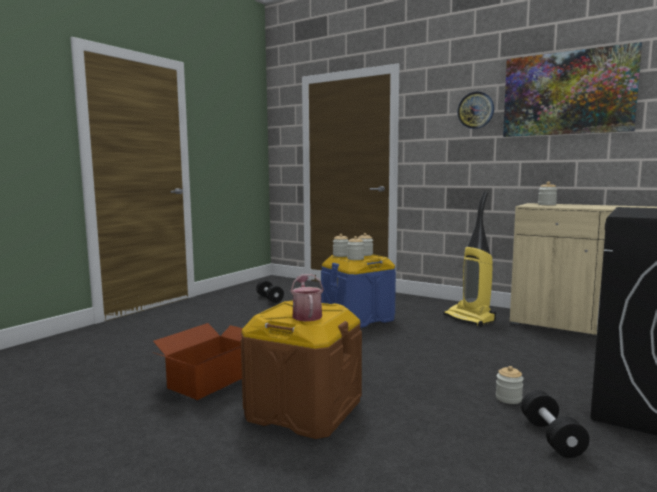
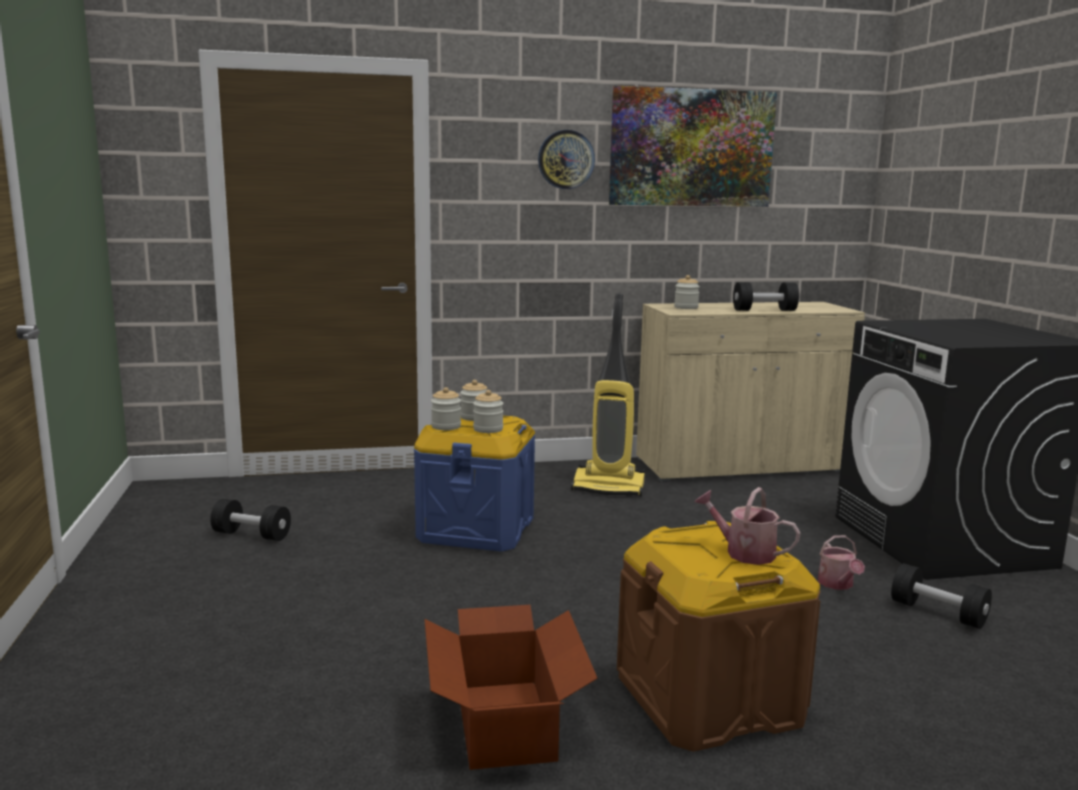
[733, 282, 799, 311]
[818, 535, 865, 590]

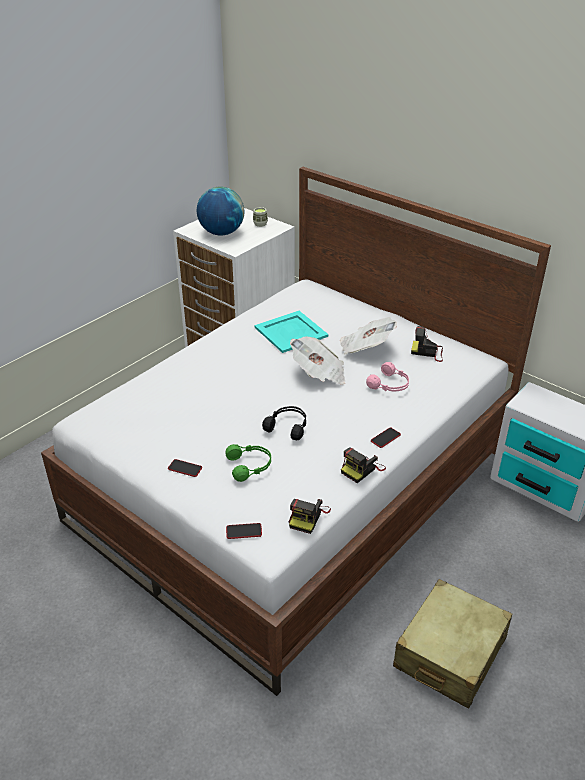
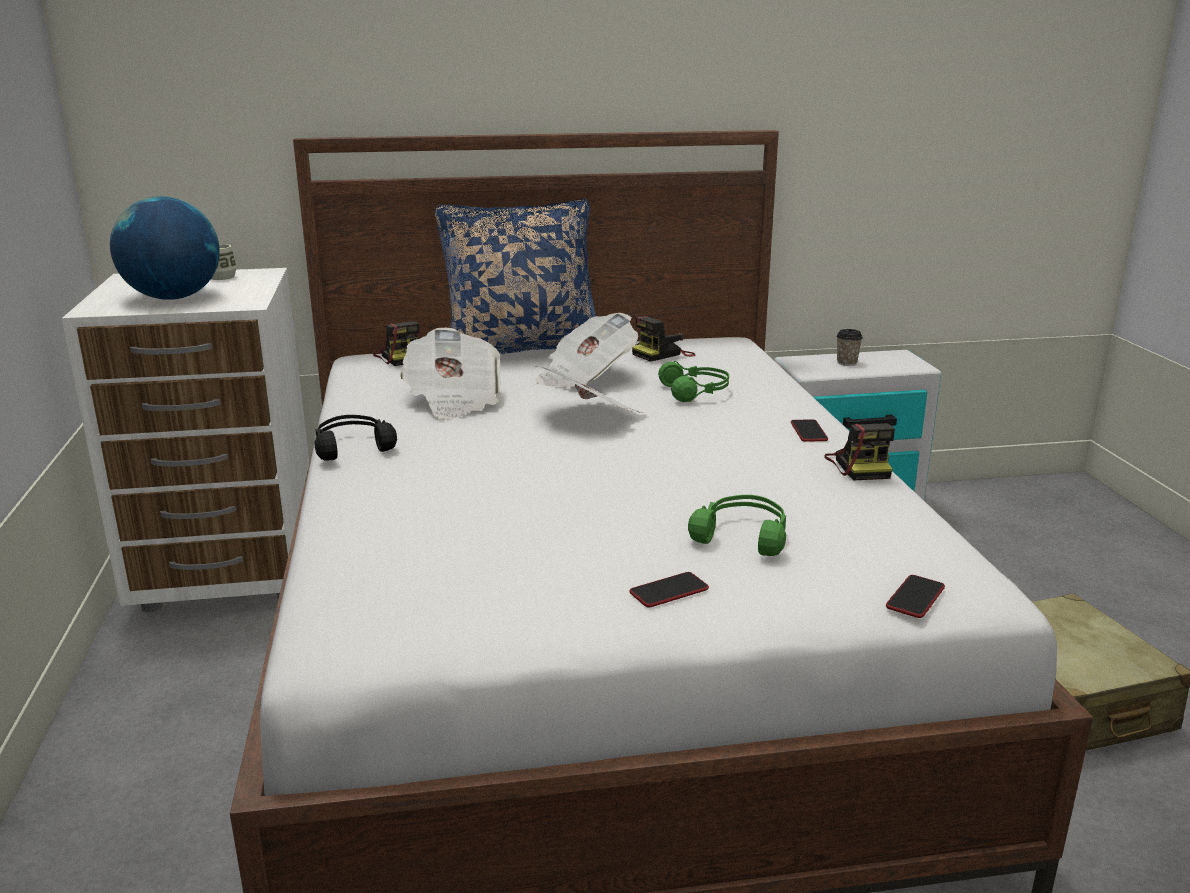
[434, 198, 596, 354]
[836, 329, 863, 366]
[314, 415, 397, 461]
[373, 321, 420, 366]
[400, 327, 501, 420]
[658, 361, 729, 402]

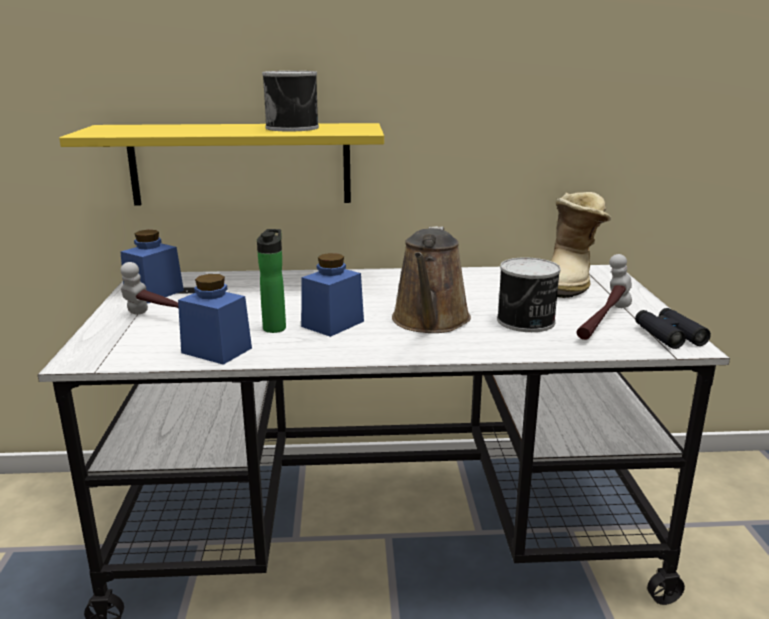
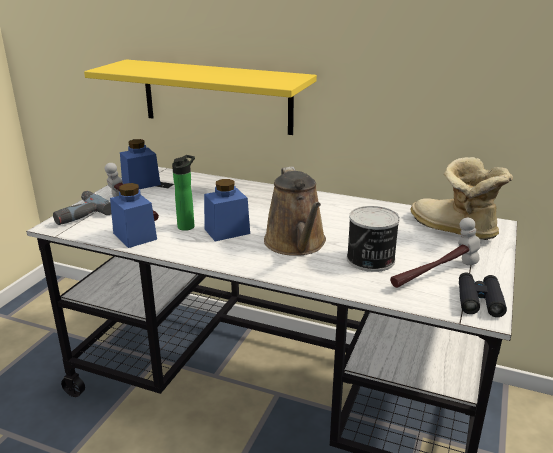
[262, 71, 319, 131] (first image)
[53, 191, 111, 225]
[264, 166, 326, 256]
[411, 157, 513, 240]

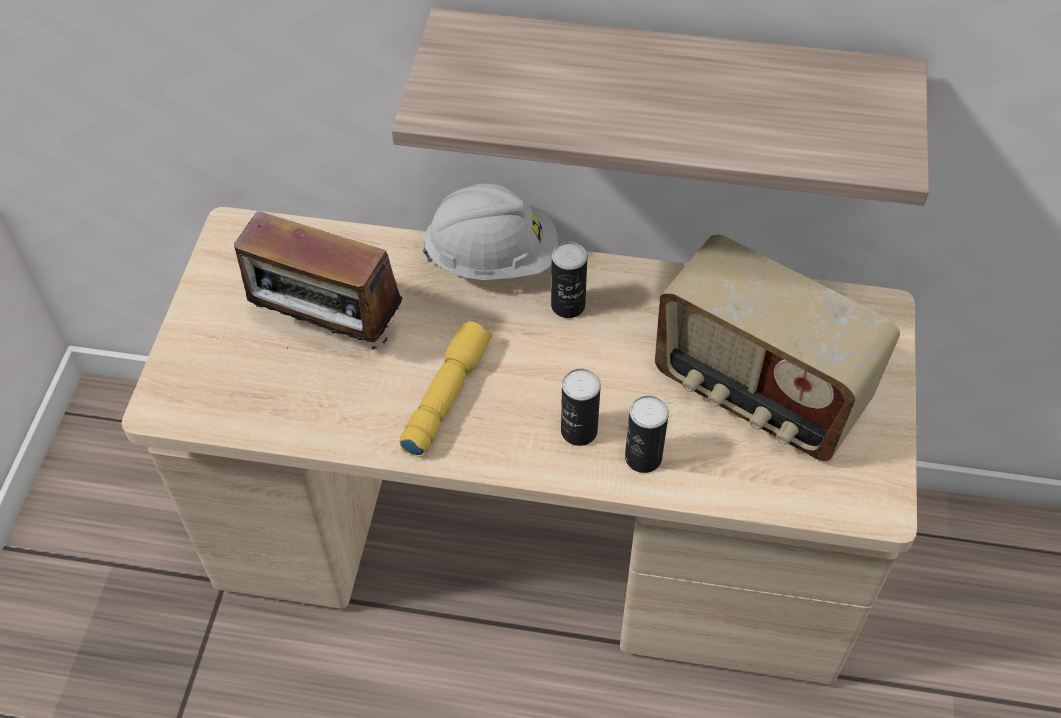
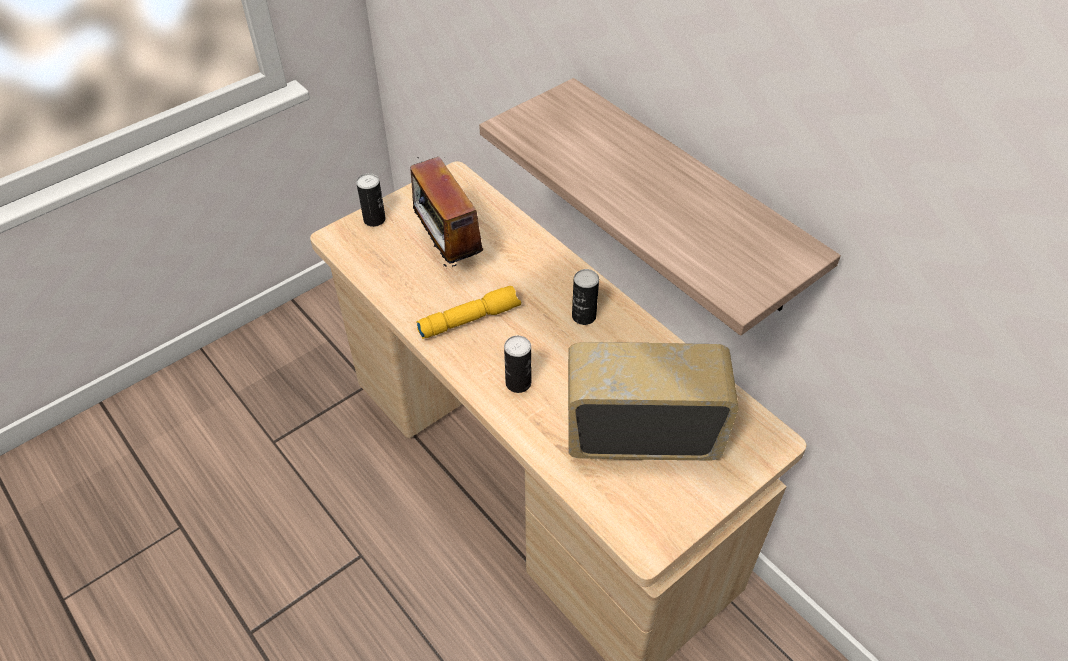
[423, 183, 558, 280] (first image)
[356, 173, 386, 227]
[568, 342, 739, 461]

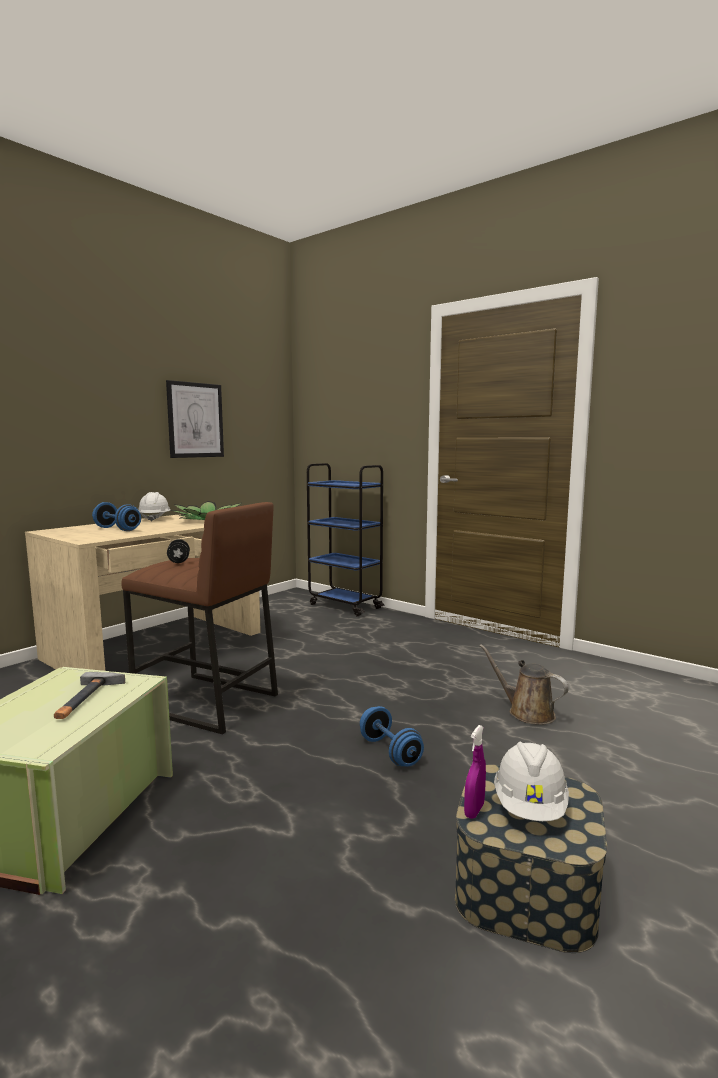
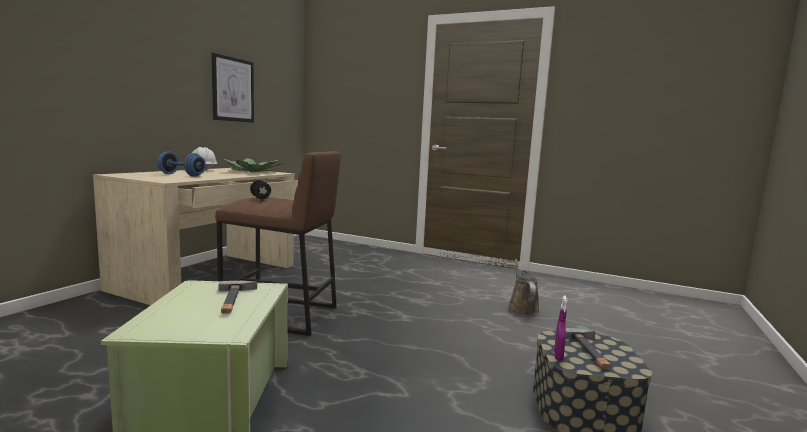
[307, 463, 384, 617] (first image)
[360, 706, 424, 766] (first image)
[566, 328, 611, 369]
[507, 259, 540, 316]

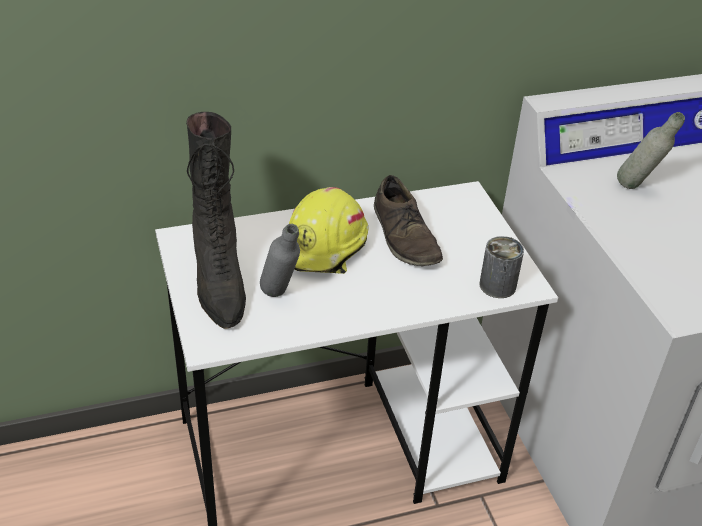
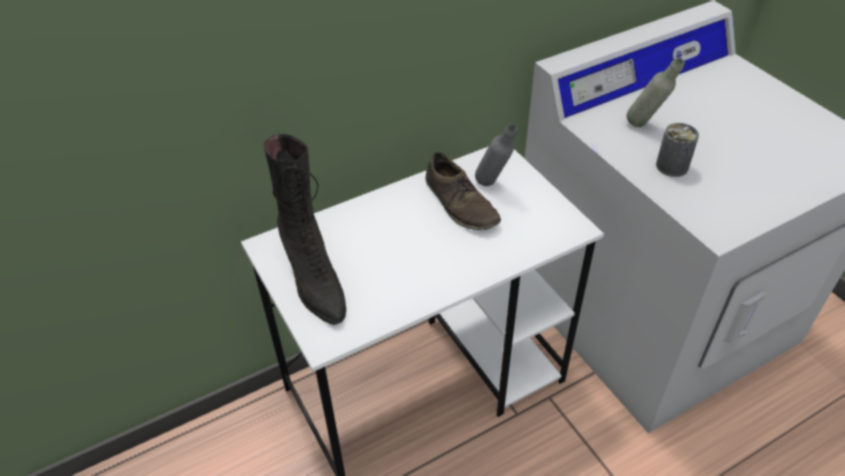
[289, 187, 368, 274] (first image)
[475, 124, 517, 186]
[656, 123, 699, 177]

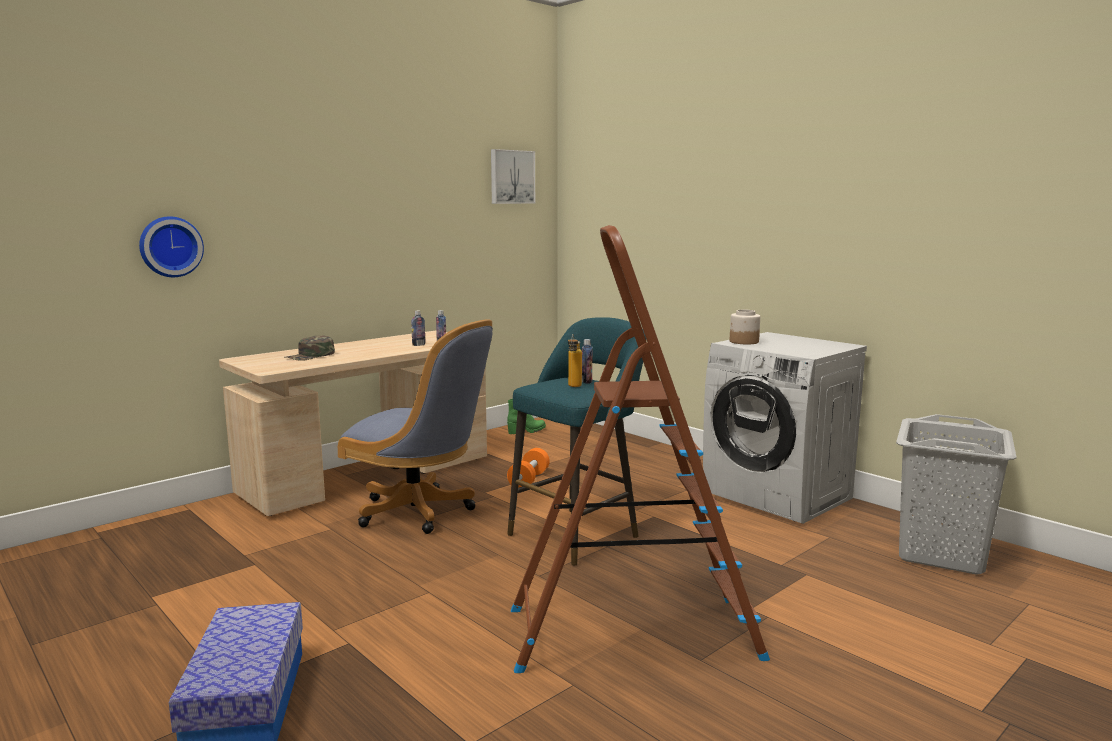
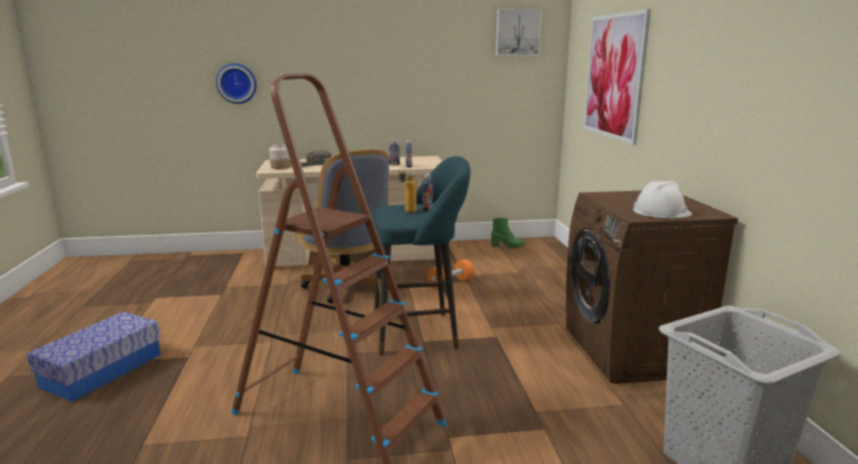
[583, 9, 651, 145]
[633, 181, 692, 218]
[269, 144, 292, 169]
[566, 191, 738, 384]

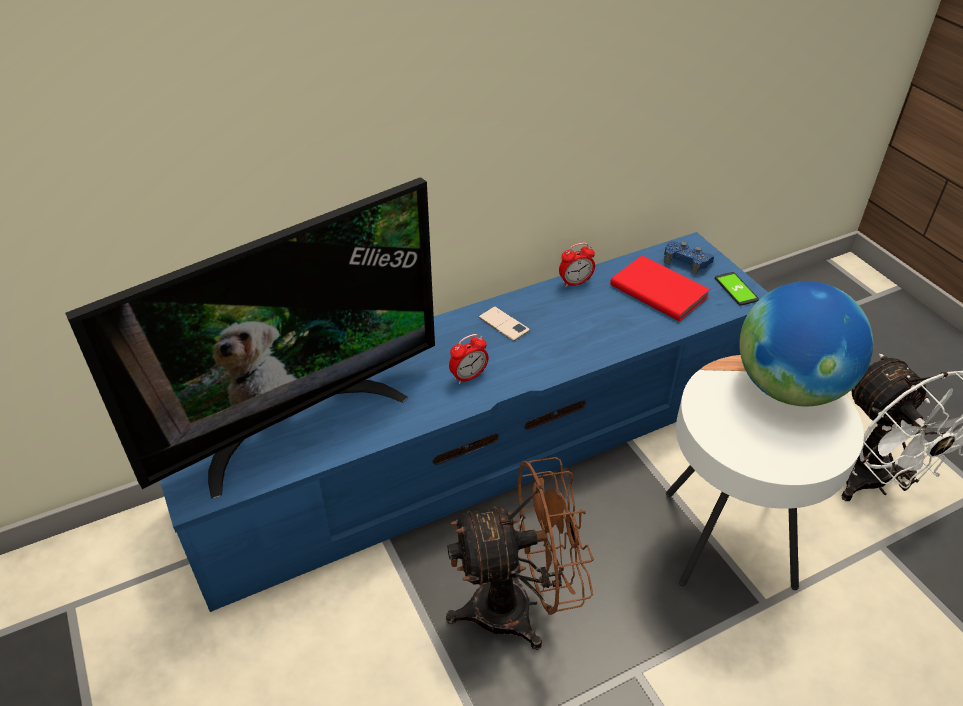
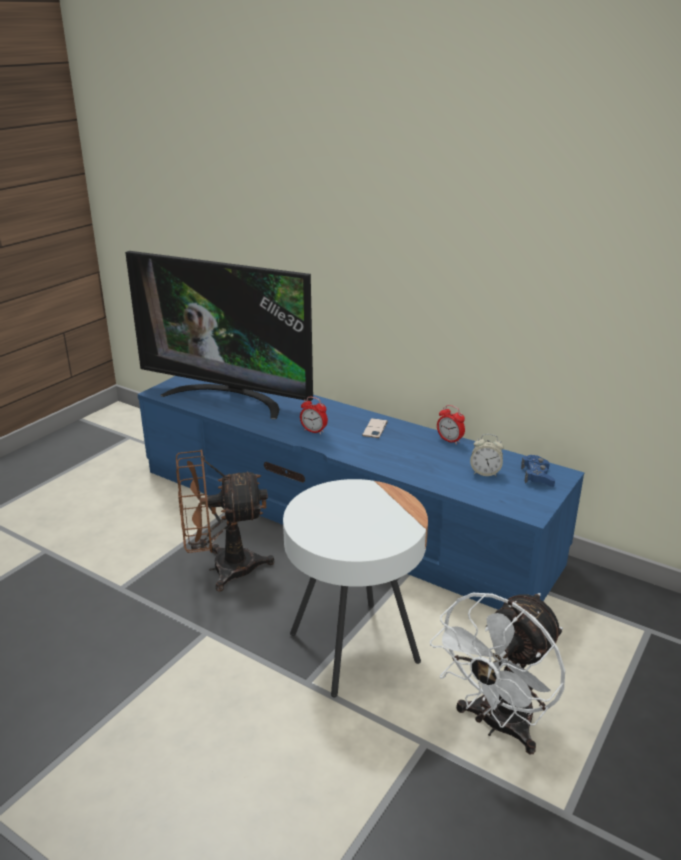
[715, 272, 759, 306] (first image)
[739, 281, 873, 406] (first image)
[470, 434, 504, 477]
[176, 450, 275, 592]

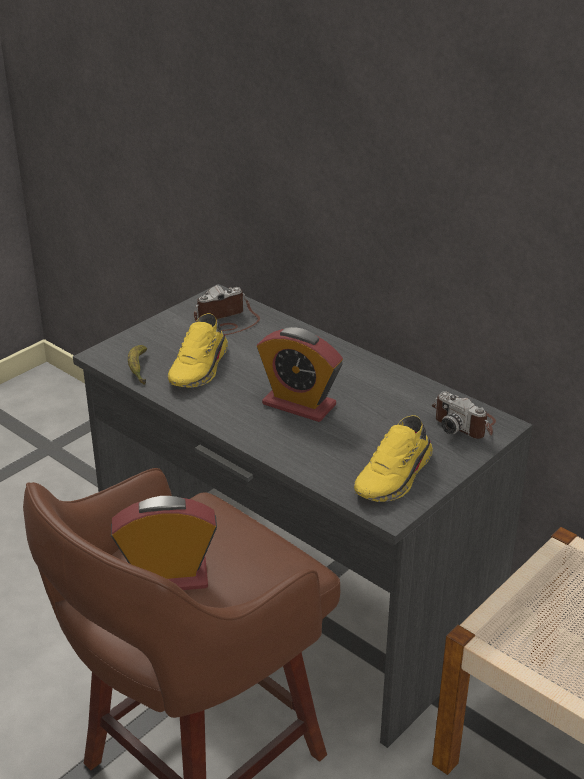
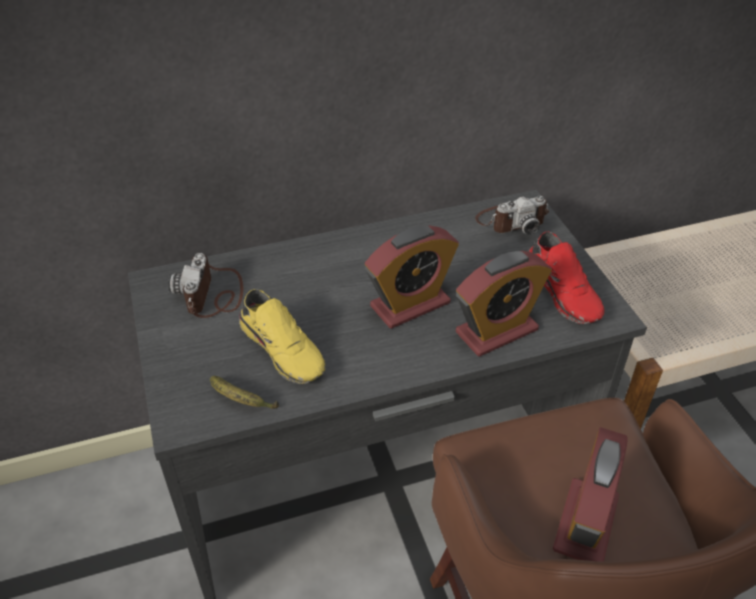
[456, 251, 552, 357]
[527, 232, 605, 324]

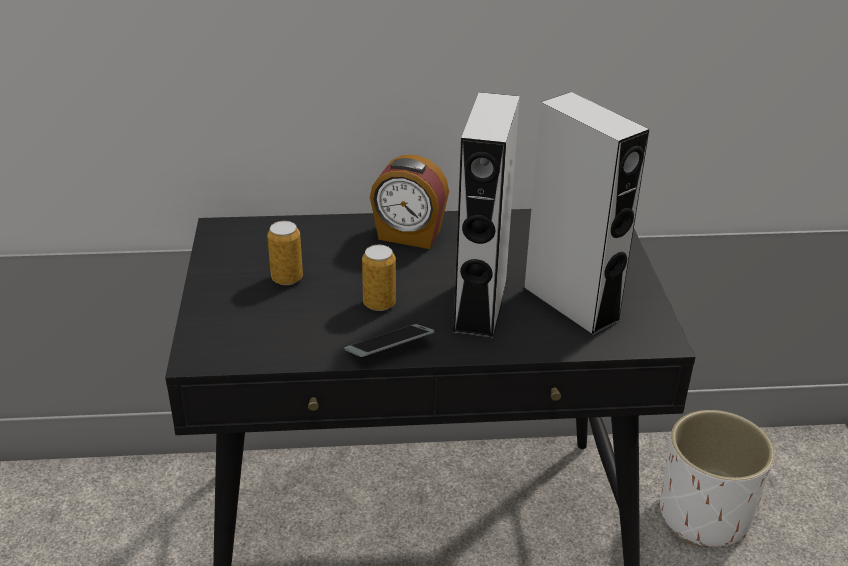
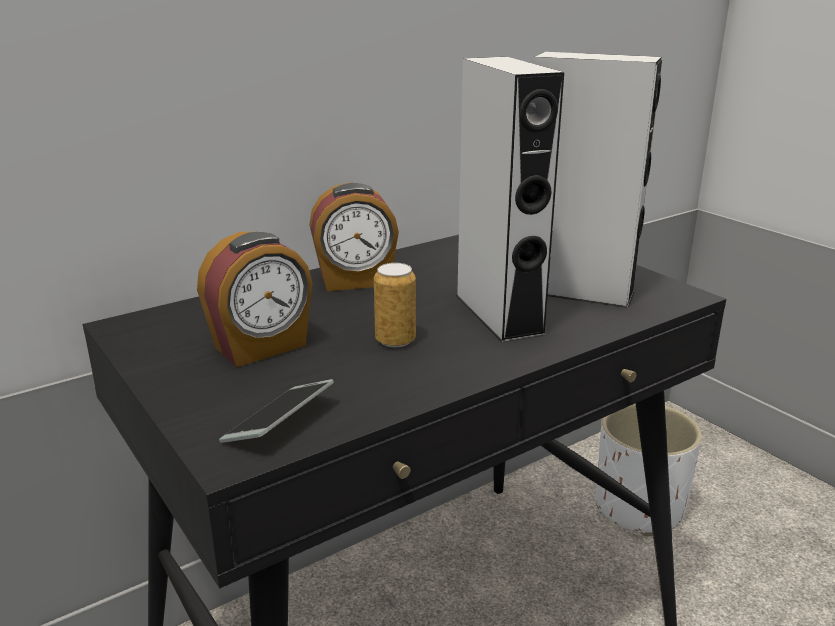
[219, 379, 334, 443]
[197, 232, 313, 367]

